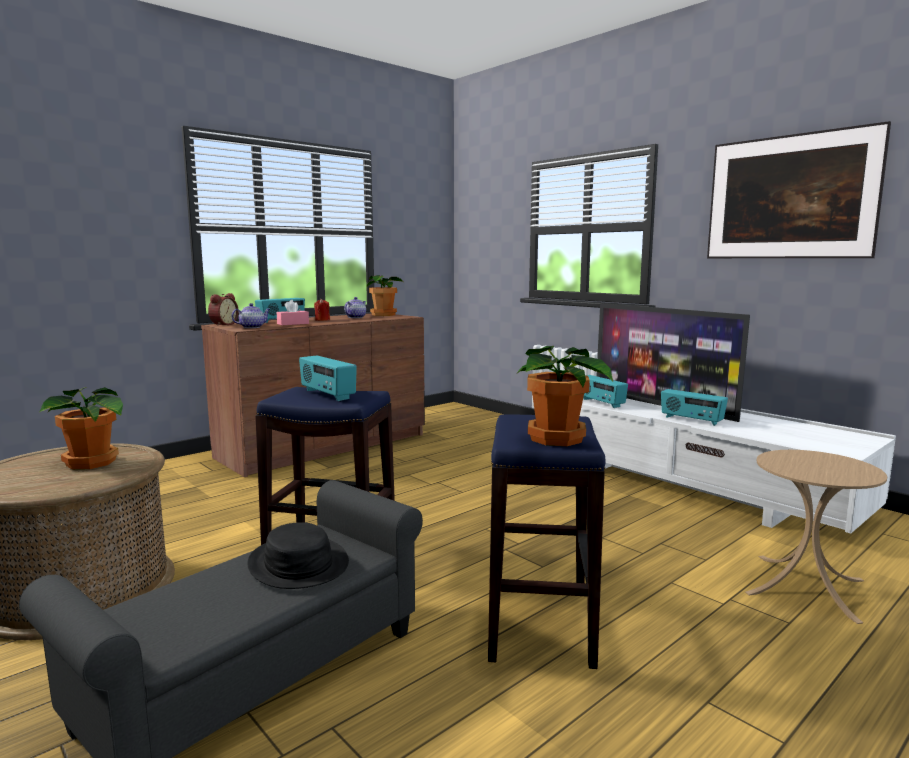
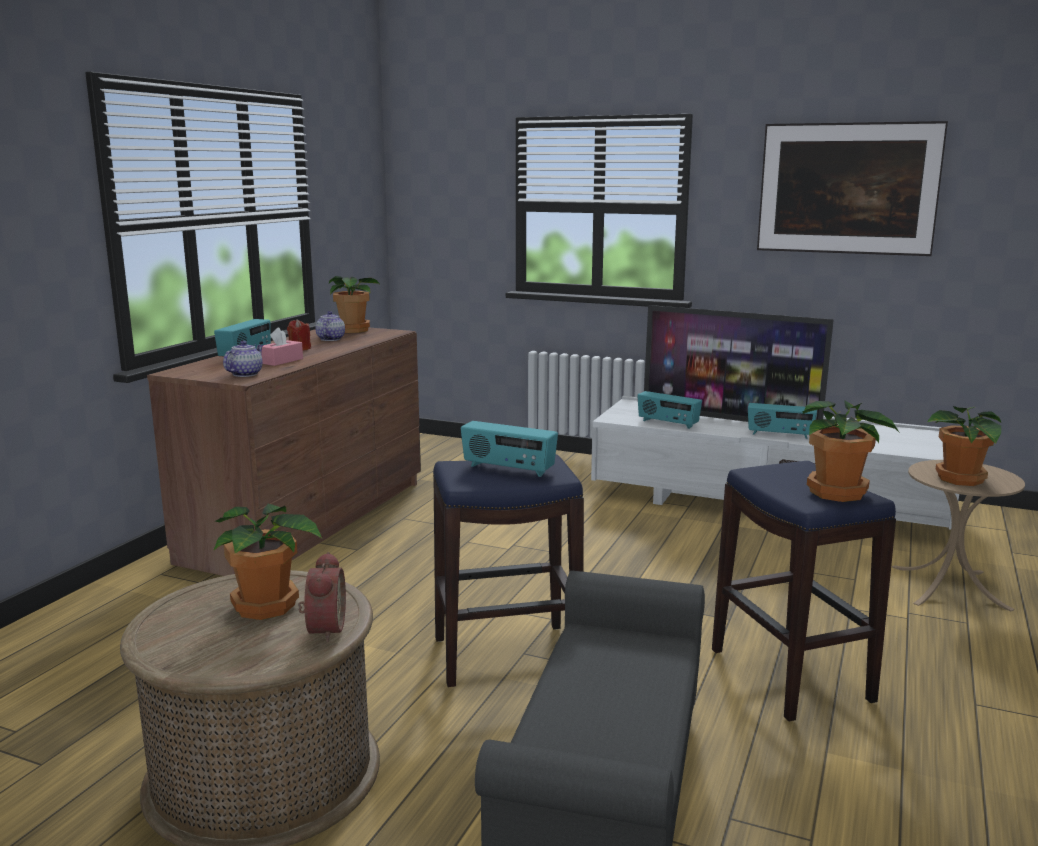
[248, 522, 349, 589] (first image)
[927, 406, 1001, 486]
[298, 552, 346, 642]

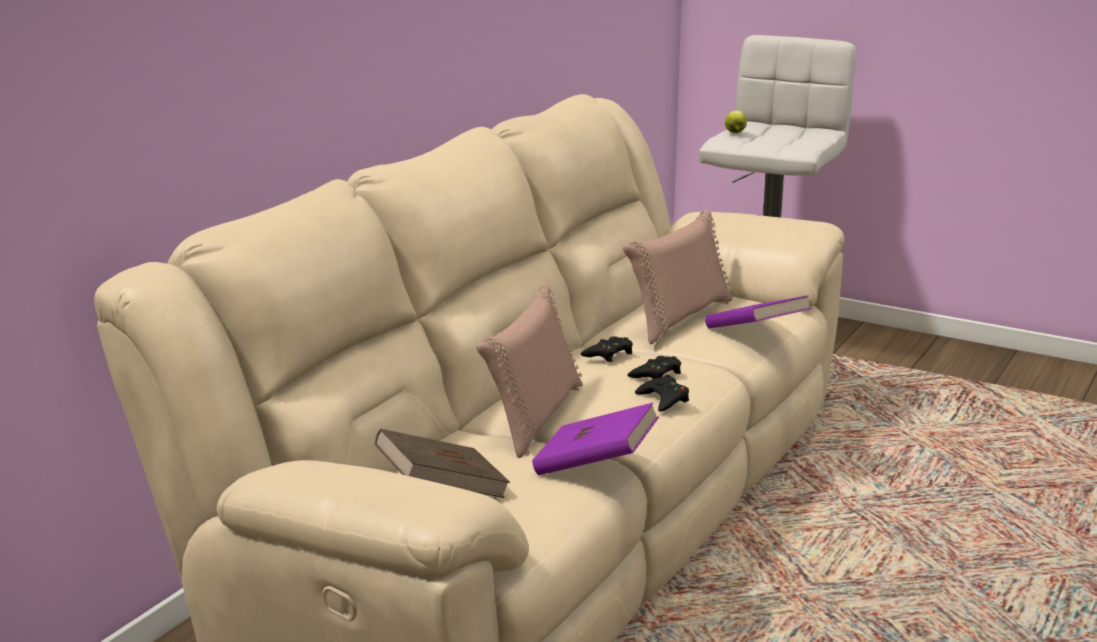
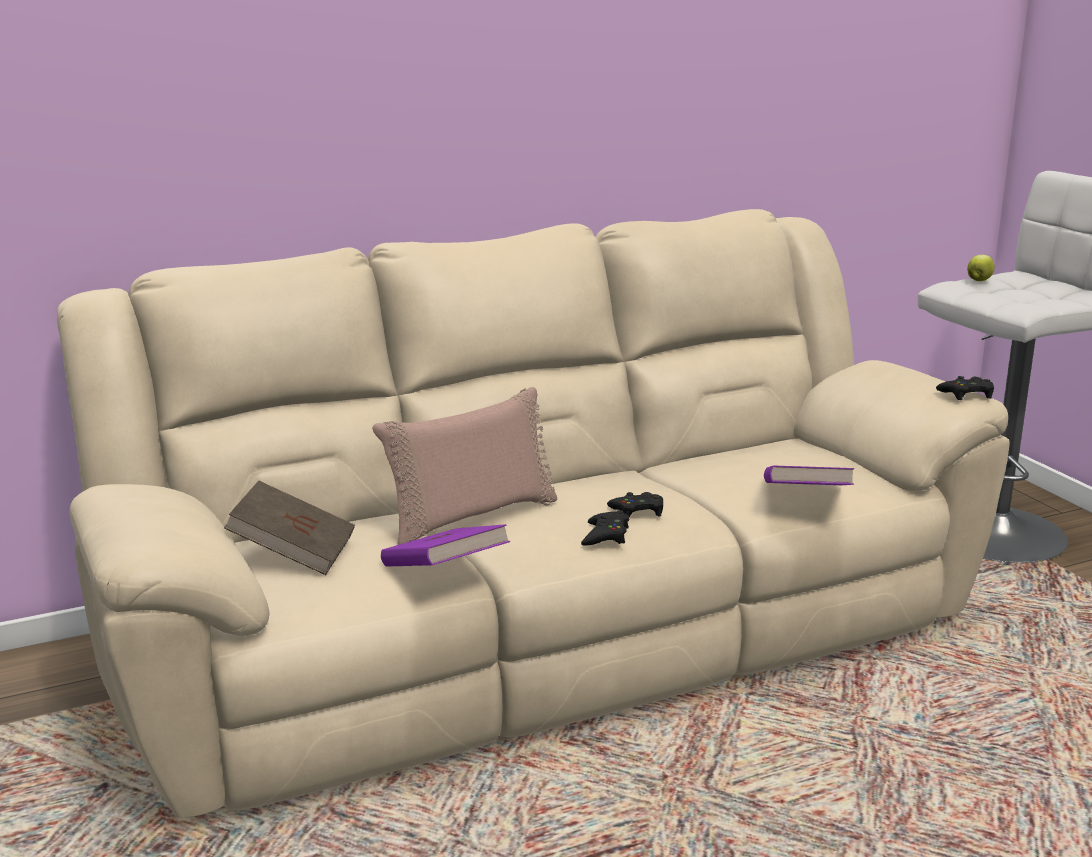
[623, 209, 733, 344] (first image)
[936, 376, 994, 400]

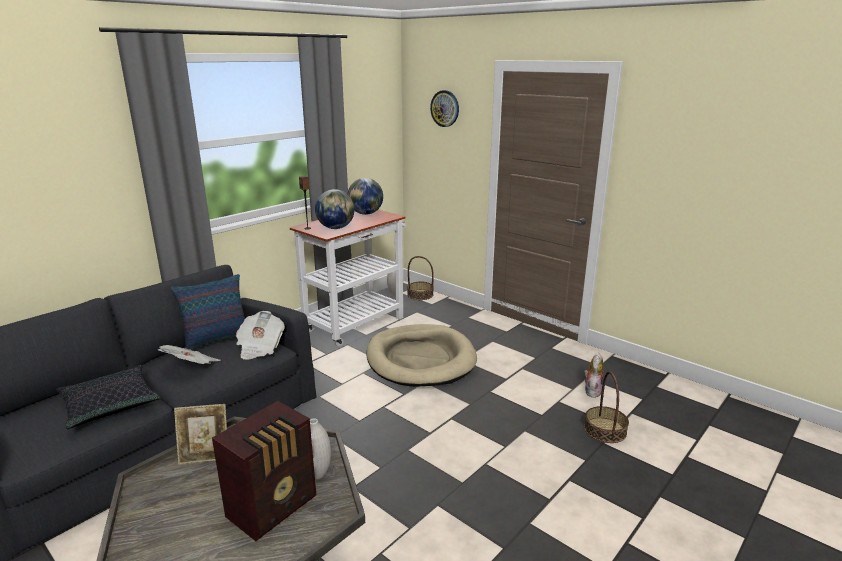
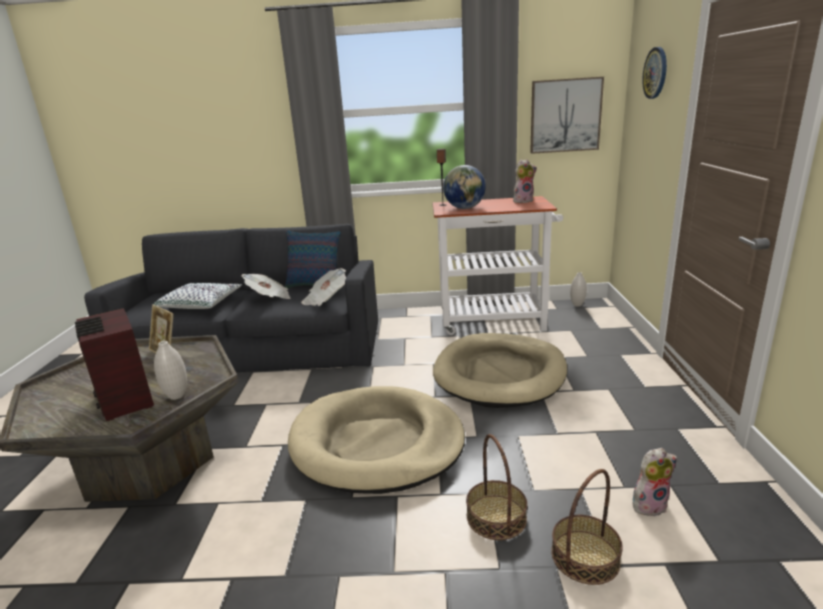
[288, 386, 465, 494]
[530, 77, 604, 154]
[466, 434, 527, 540]
[513, 159, 537, 203]
[152, 283, 242, 309]
[75, 308, 154, 421]

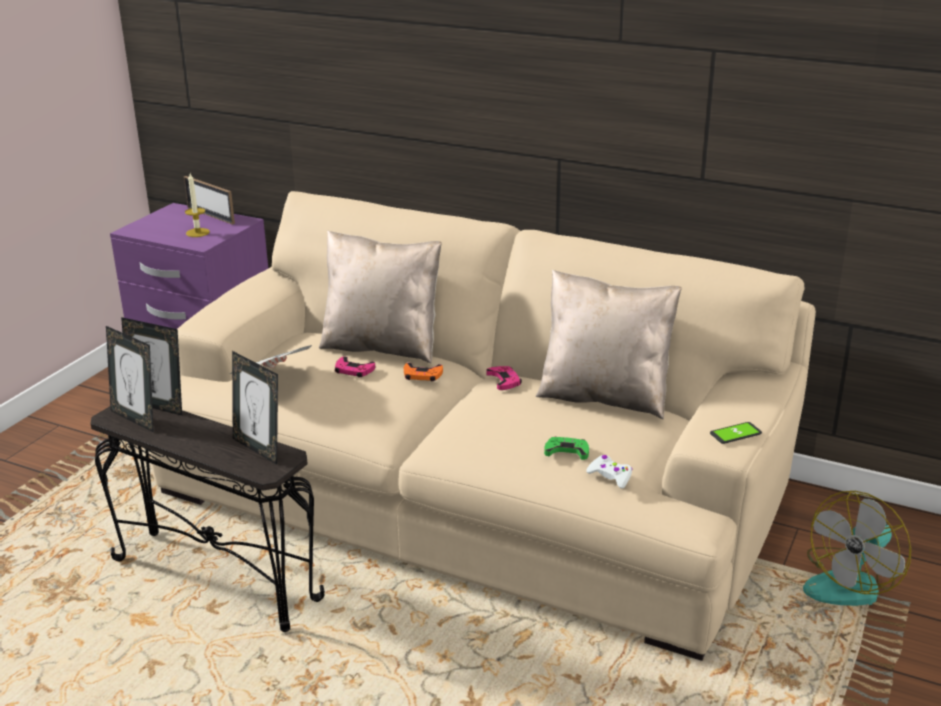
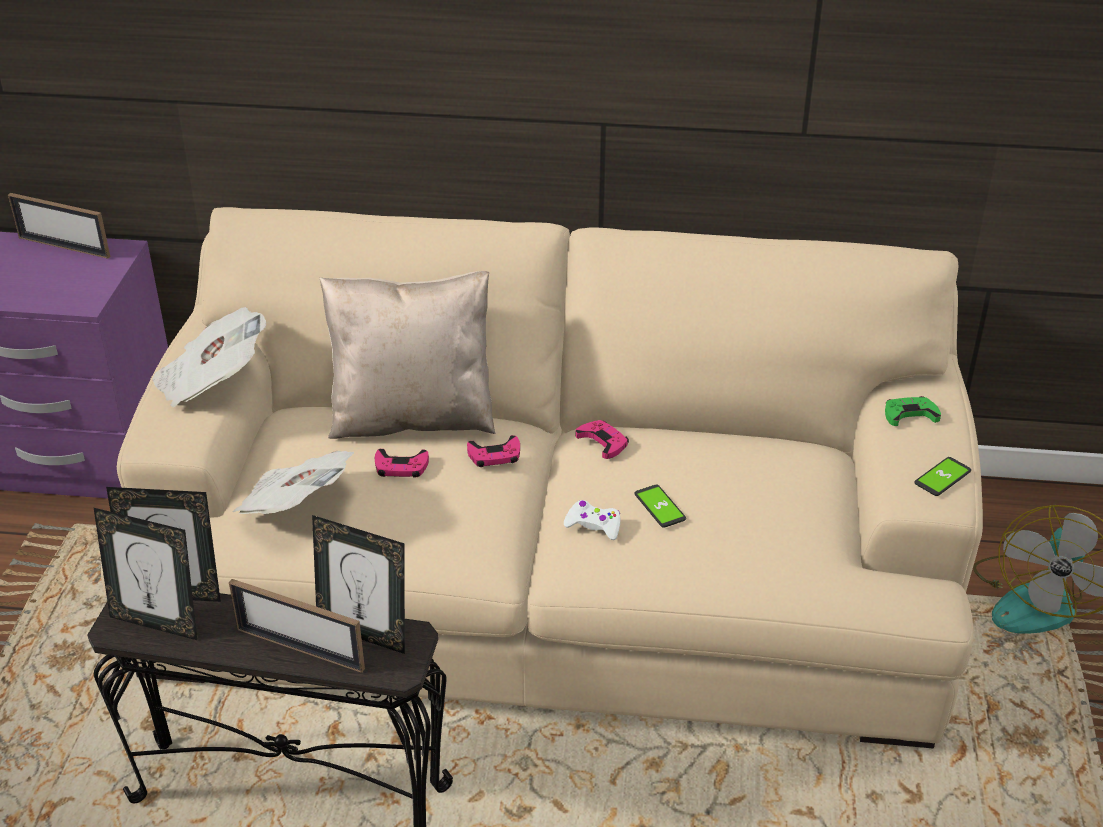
[185, 173, 210, 237] (first image)
[536, 270, 682, 419] (first image)
[152, 307, 266, 407]
[229, 579, 365, 673]
[634, 485, 686, 528]
[885, 396, 941, 426]
[564, 500, 620, 540]
[467, 435, 520, 467]

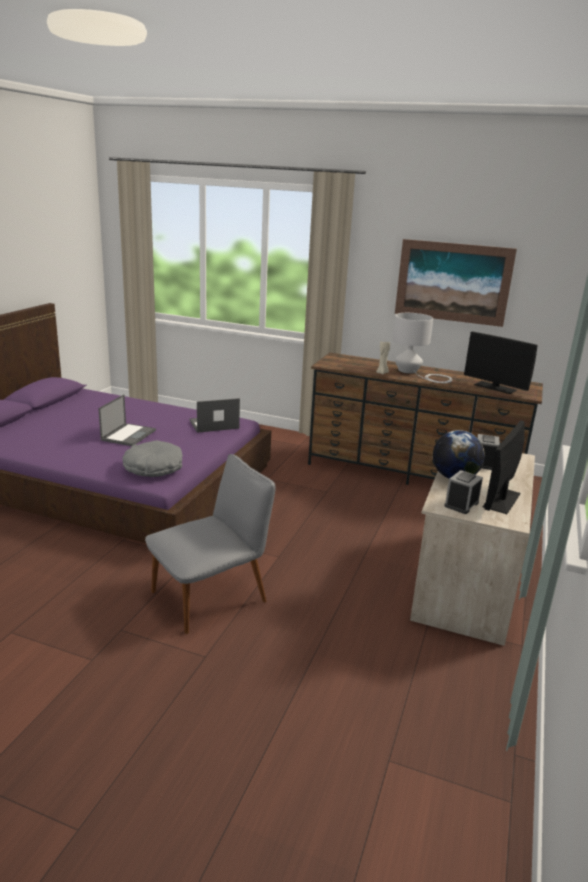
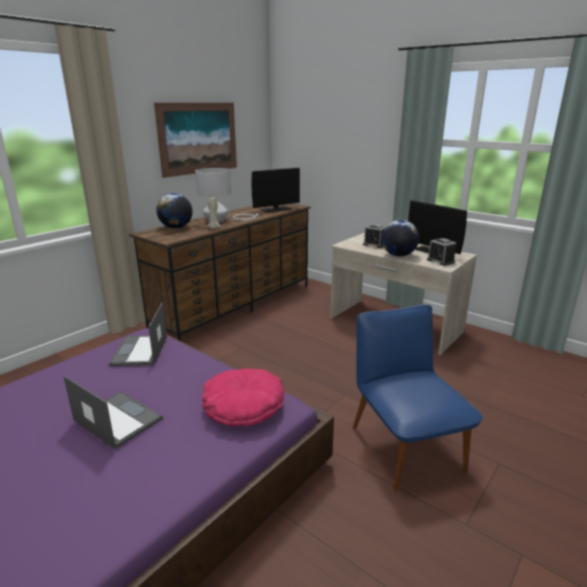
[156, 193, 193, 229]
[202, 369, 284, 426]
[353, 304, 483, 491]

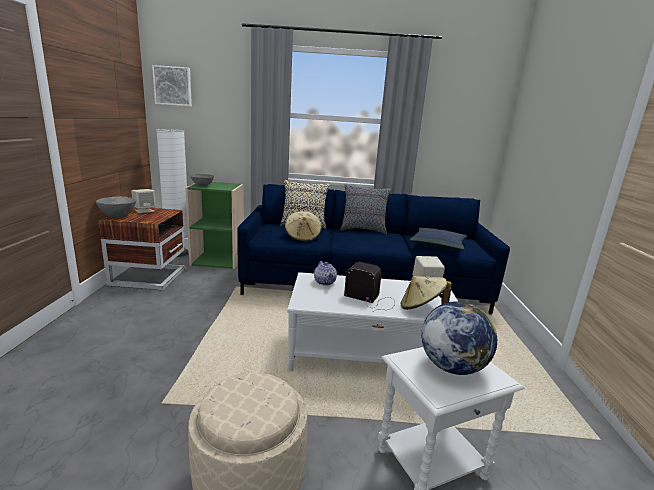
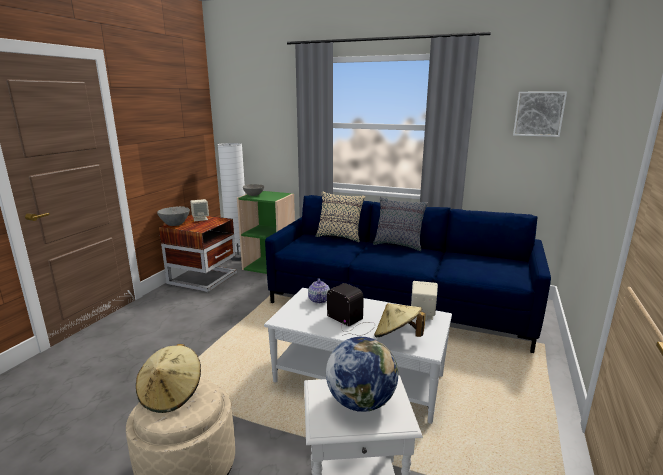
[410, 227, 467, 251] (first image)
[513, 92, 567, 137]
[136, 344, 201, 413]

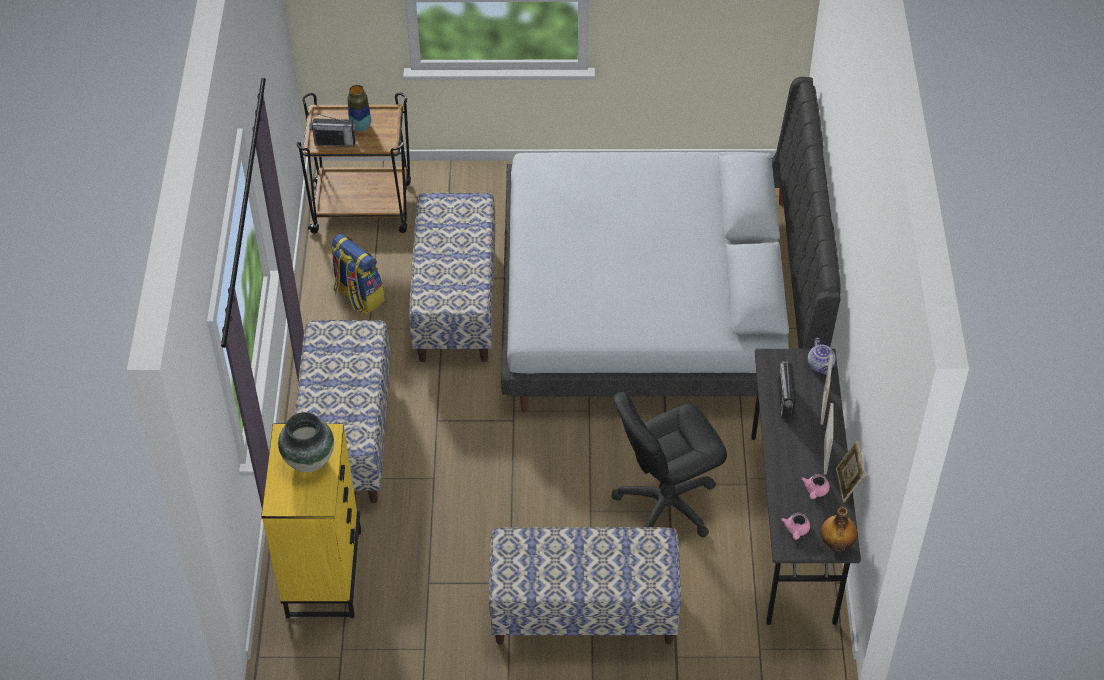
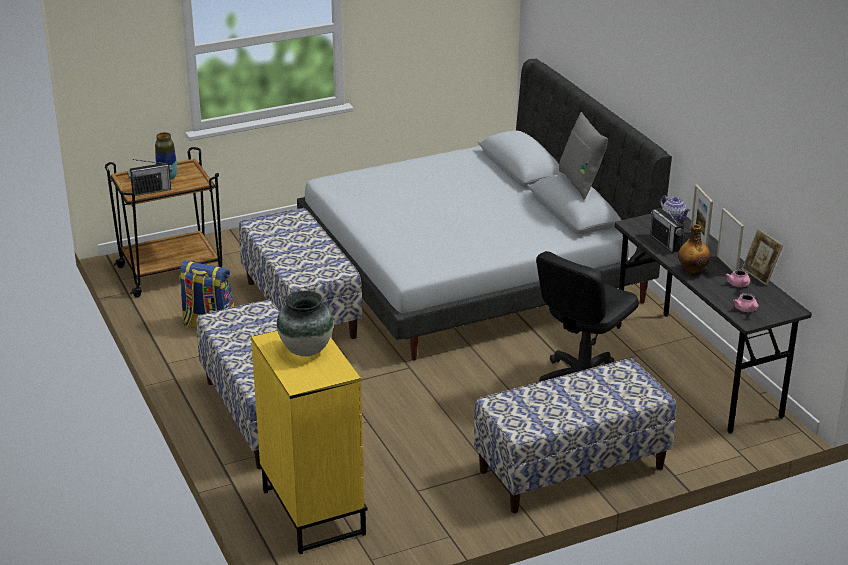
[559, 112, 608, 199]
[678, 224, 711, 275]

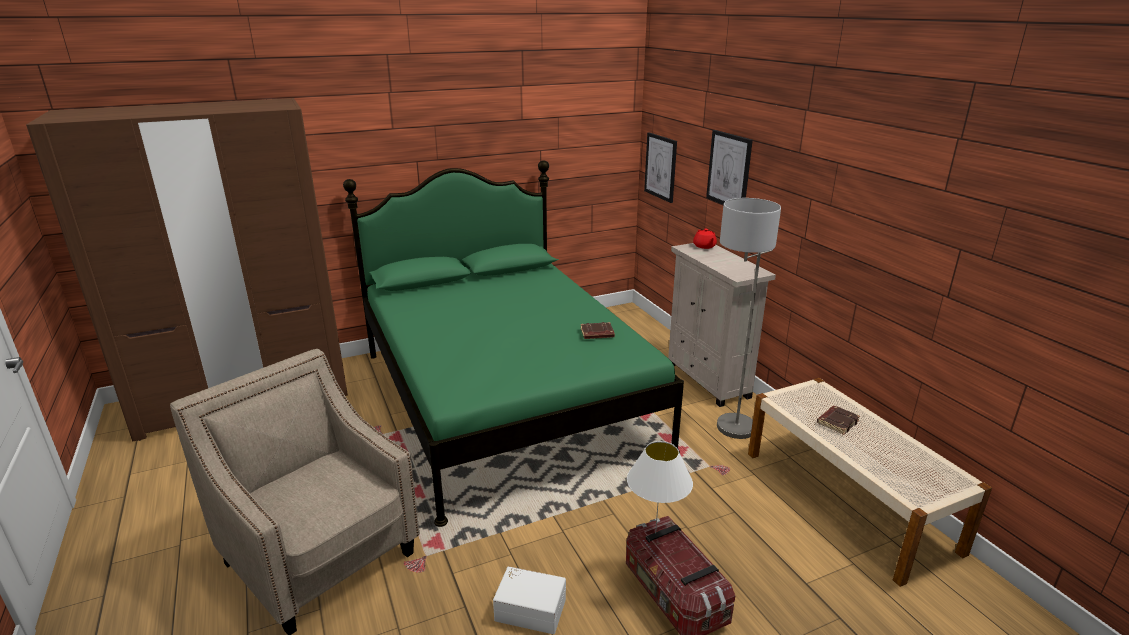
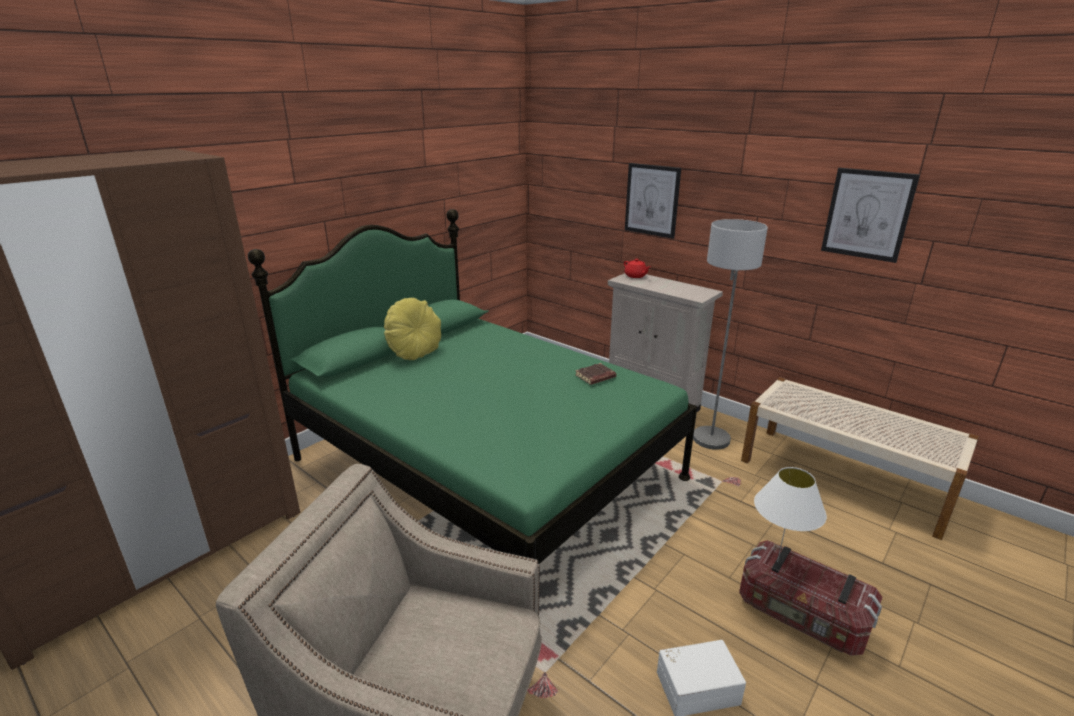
[817, 406, 860, 435] (first image)
[384, 298, 441, 360]
[821, 168, 920, 263]

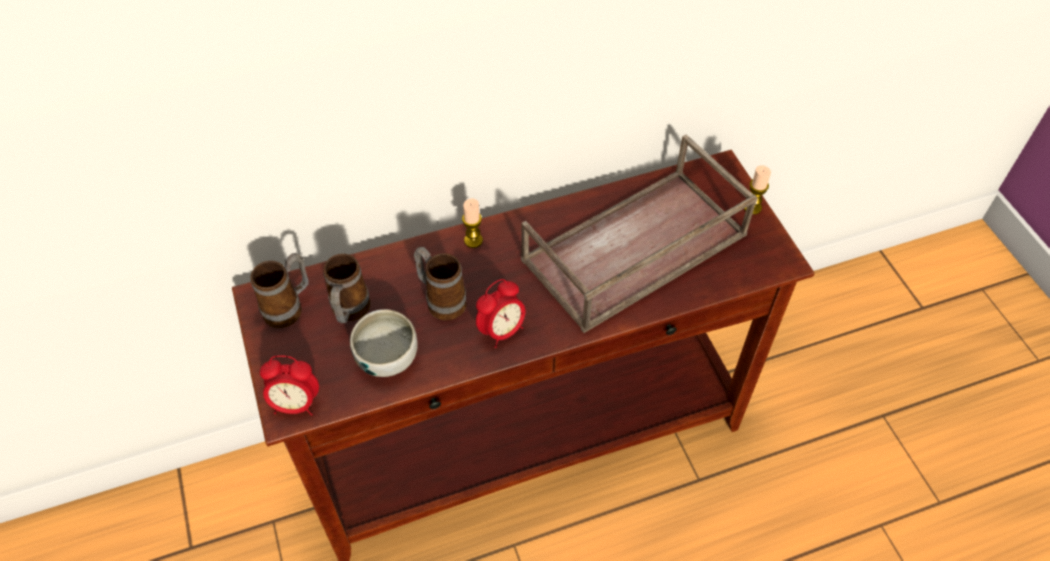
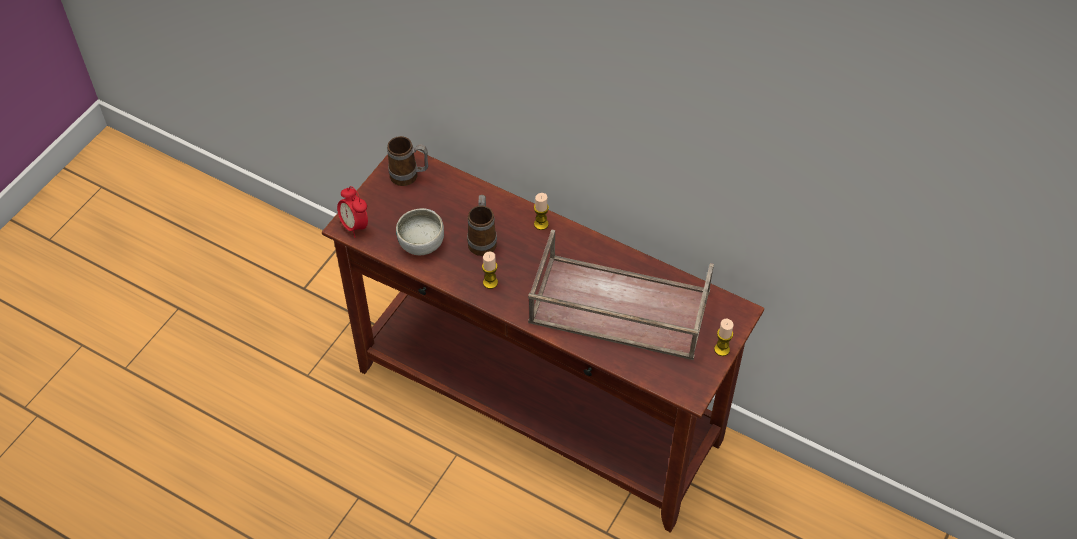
[324, 254, 370, 323] (first image)
[482, 252, 498, 289]

